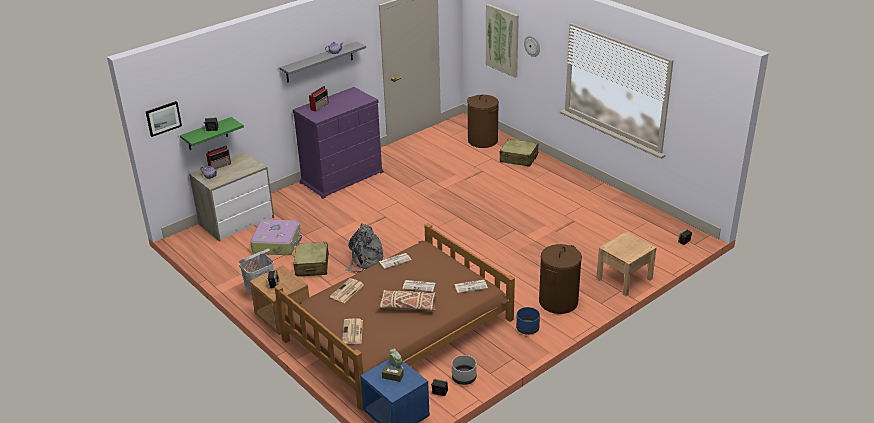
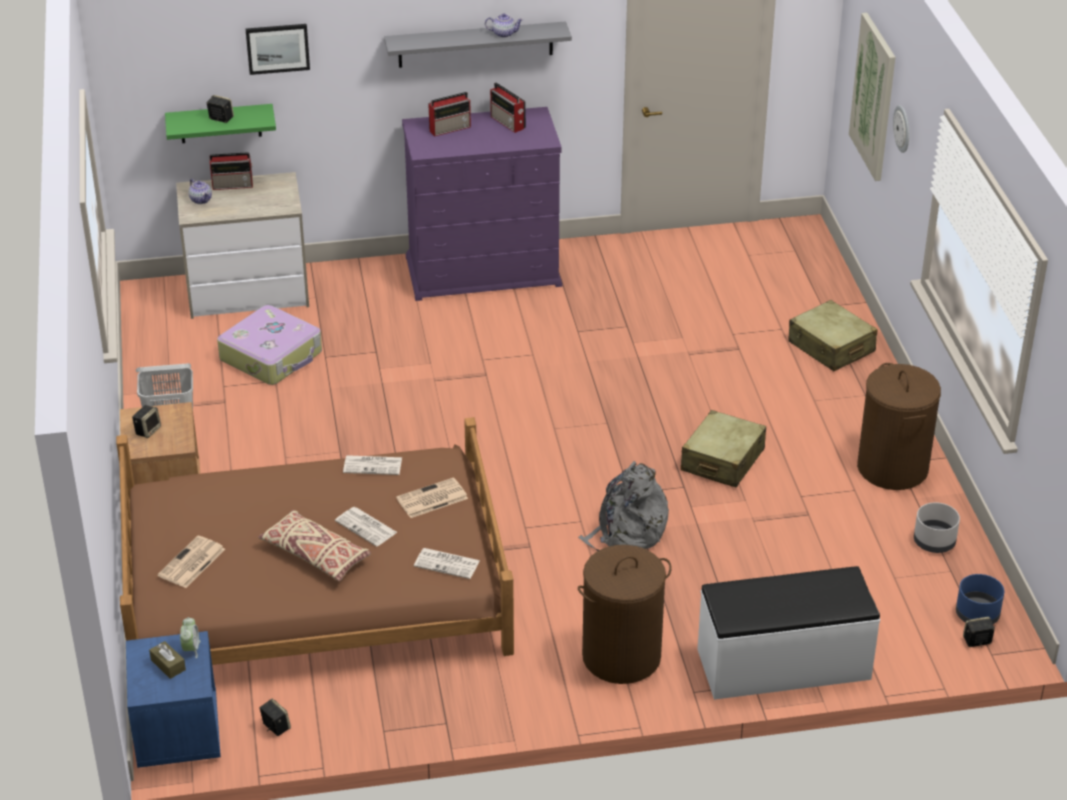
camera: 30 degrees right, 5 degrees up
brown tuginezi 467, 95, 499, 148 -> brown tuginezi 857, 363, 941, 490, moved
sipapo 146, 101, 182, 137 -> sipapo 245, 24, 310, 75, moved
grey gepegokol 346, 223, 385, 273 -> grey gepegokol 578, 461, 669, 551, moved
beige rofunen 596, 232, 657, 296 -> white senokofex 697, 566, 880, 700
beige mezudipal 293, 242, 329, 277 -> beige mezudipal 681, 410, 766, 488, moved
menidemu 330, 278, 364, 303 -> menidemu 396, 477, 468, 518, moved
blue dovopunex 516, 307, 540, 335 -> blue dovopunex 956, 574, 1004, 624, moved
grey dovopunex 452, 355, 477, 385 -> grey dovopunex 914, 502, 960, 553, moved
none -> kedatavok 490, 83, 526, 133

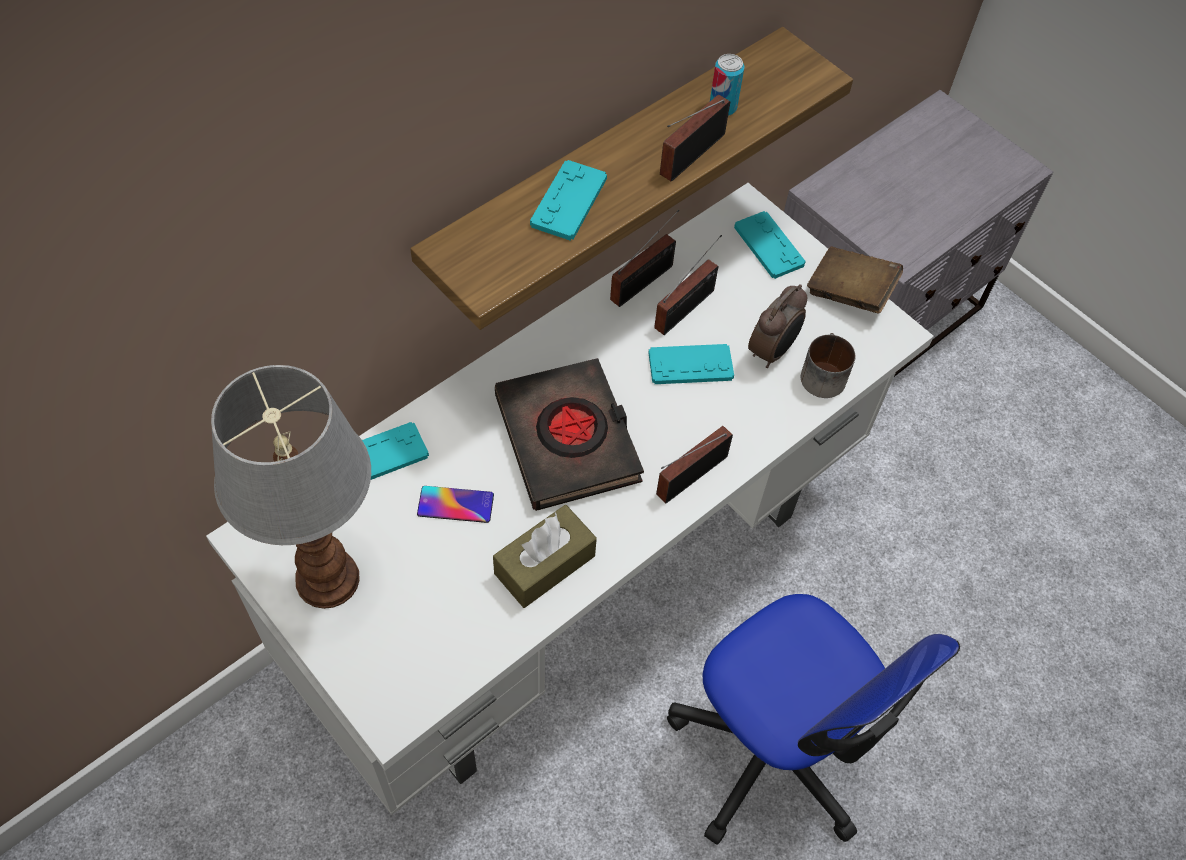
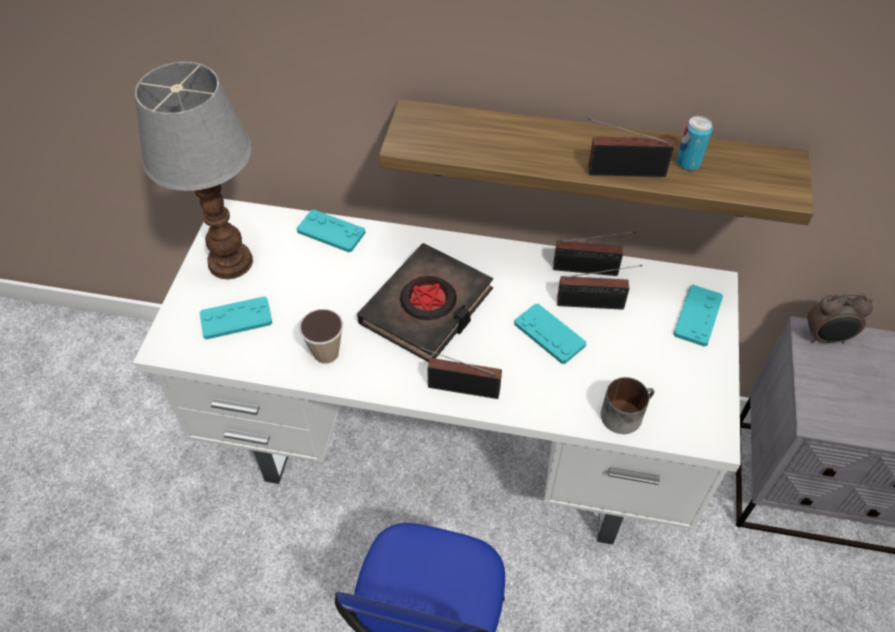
camera: 55 degrees right, 5 degrees down
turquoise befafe 530, 160, 607, 240 -> turquoise befafe 199, 296, 272, 339, moved
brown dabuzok 807, 246, 903, 314 -> none
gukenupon 748, 284, 807, 368 -> gukenupon 807, 293, 873, 343, moved
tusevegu 417, 486, 494, 523 -> none
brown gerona 493, 505, 597, 608 -> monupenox 299, 309, 343, 364

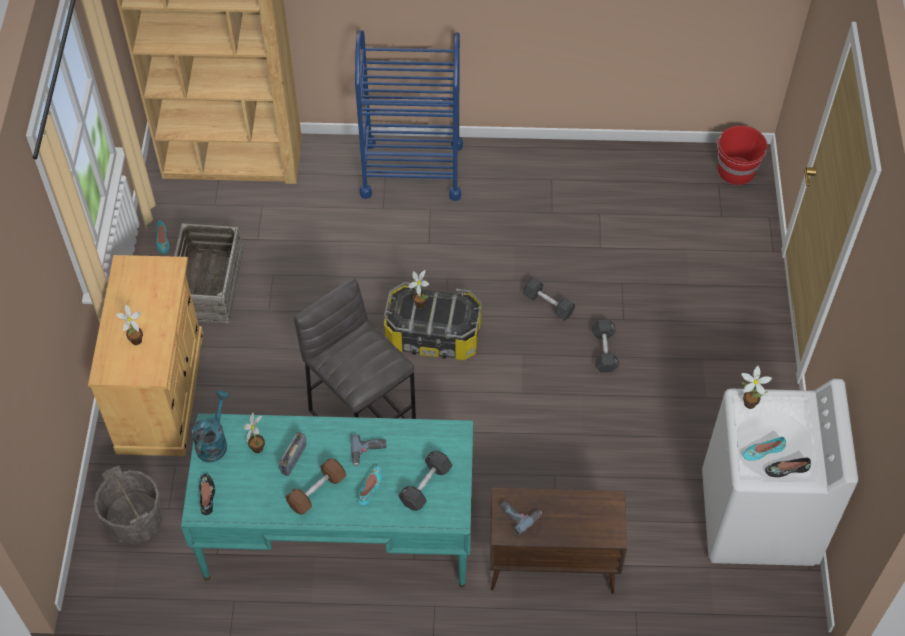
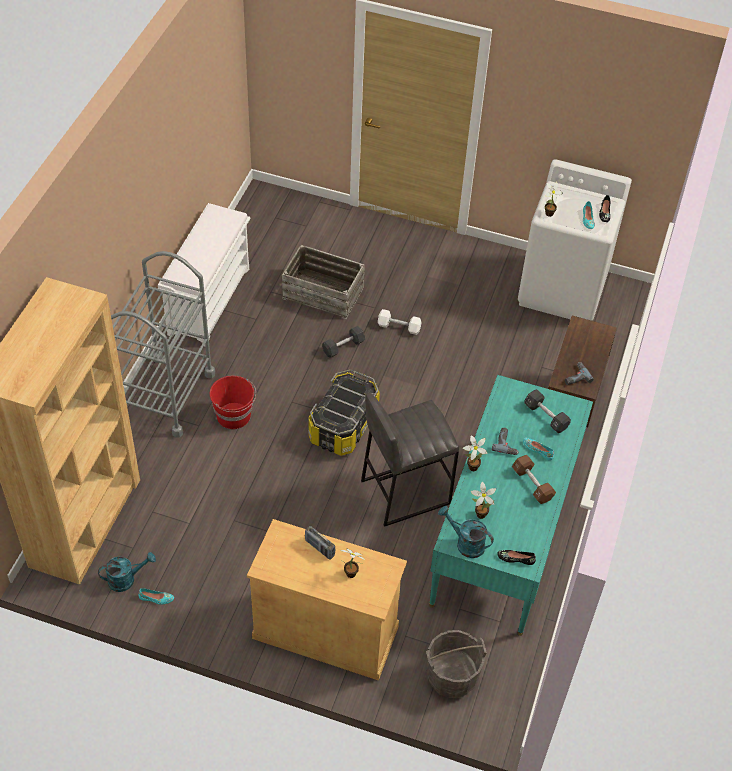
camera: 75 degrees left, 5 degrees down
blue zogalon 355, 30, 463, 201 -> grey zogalon 111, 251, 215, 438
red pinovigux 717, 125, 768, 185 -> red pinovigux 210, 376, 256, 429, moved
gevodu 174, 223, 243, 324 -> gevodu 282, 244, 365, 320, moved
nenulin 408, 270, 430, 308 -> nenulin 463, 436, 488, 471, moved
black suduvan 592, 320, 619, 372 -> white suduvan 378, 309, 422, 335
kedatavok 279, 432, 307, 476 -> kedatavok 305, 526, 335, 560, moved
none -> white senokofex 158, 203, 250, 346
none -> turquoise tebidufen 98, 552, 156, 592

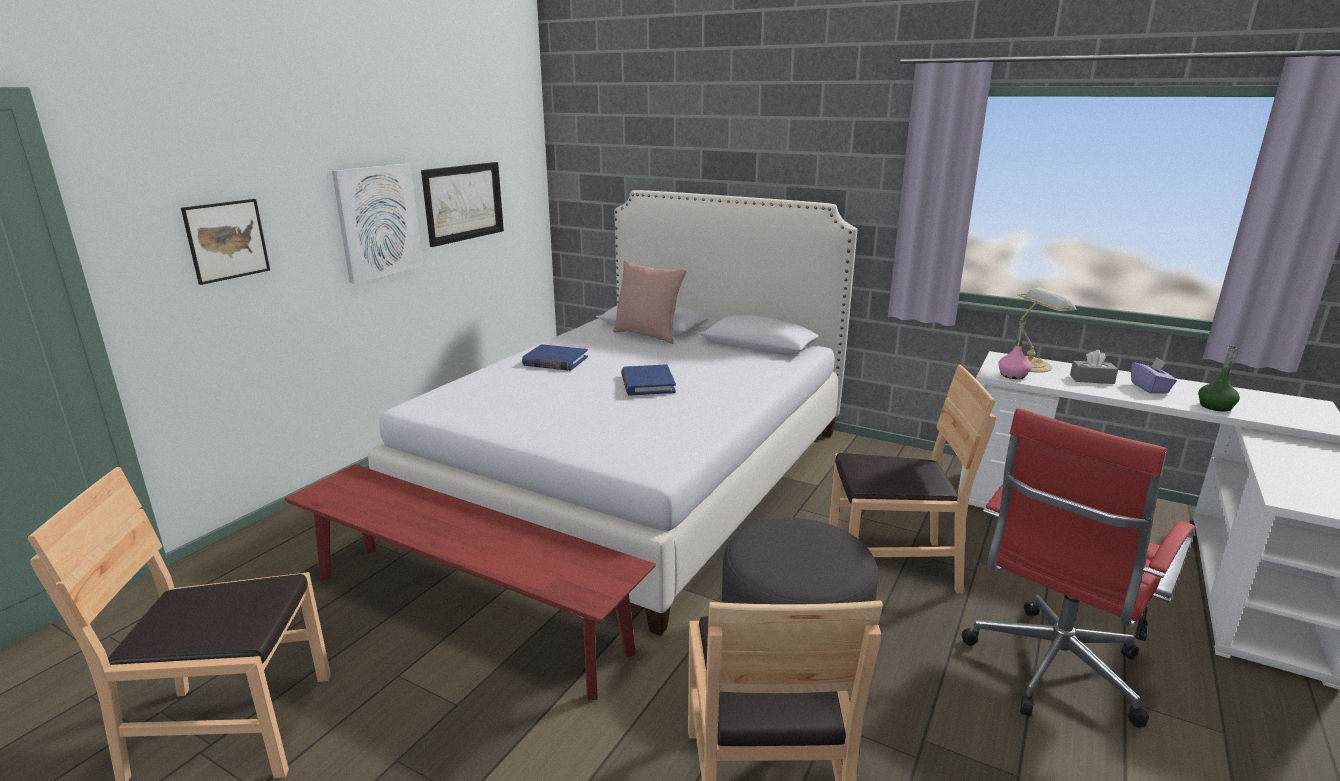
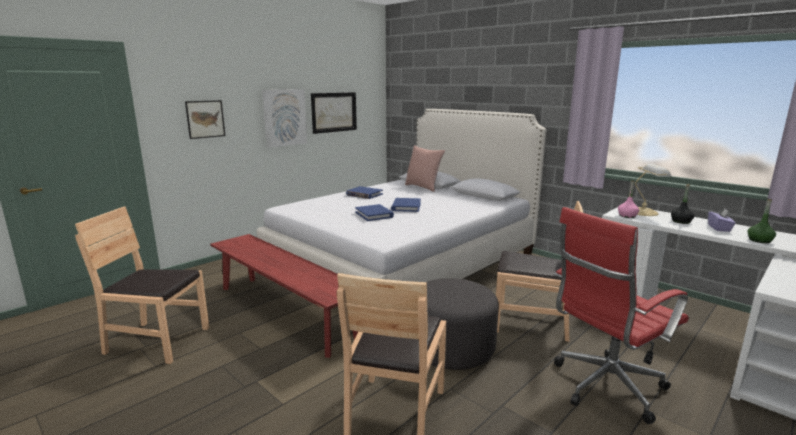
camera: 15 degrees right, 5 degrees down
grey gerona 1070, 350, 1118, 384 -> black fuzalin 671, 184, 694, 224
none -> blue dabuzok 355, 204, 394, 221

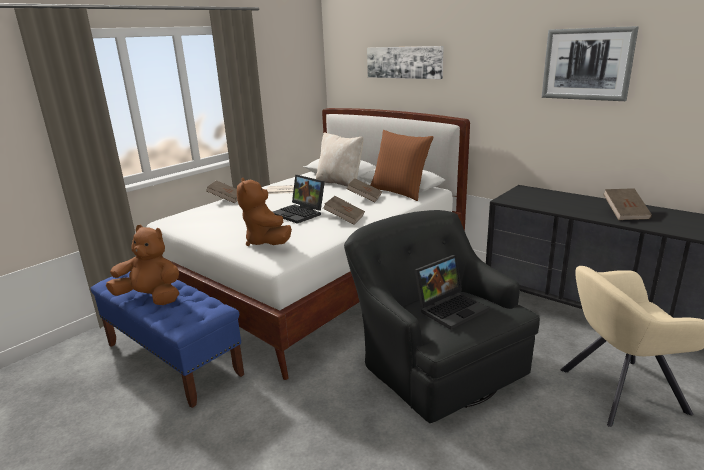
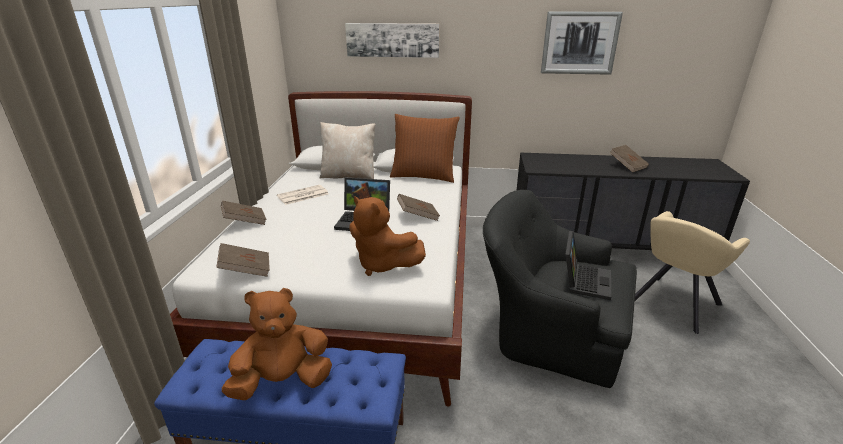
camera: 35 degrees left, 5 degrees up
brown dabuzok 346, 178, 382, 202 -> brown dabuzok 216, 243, 270, 277, moved

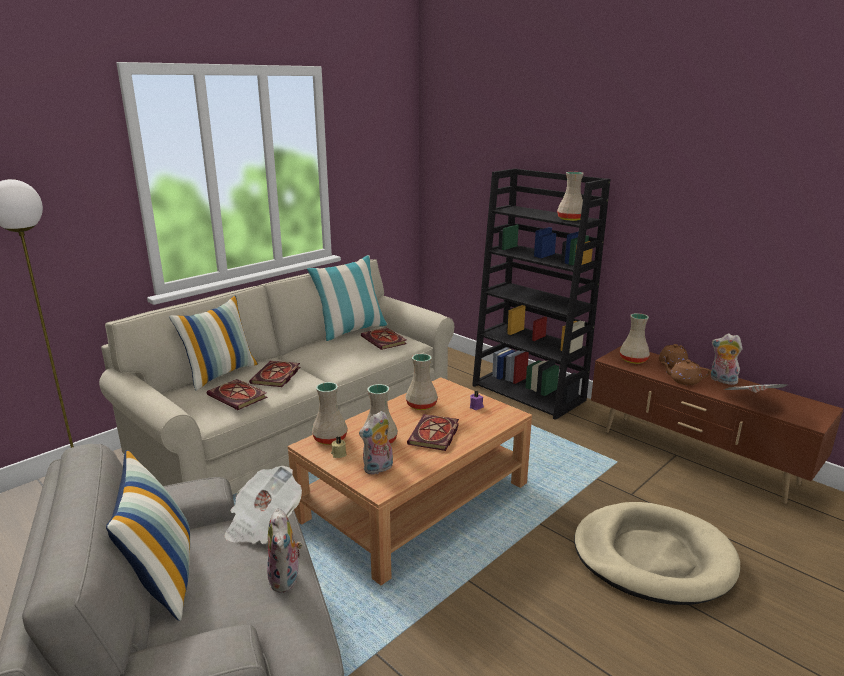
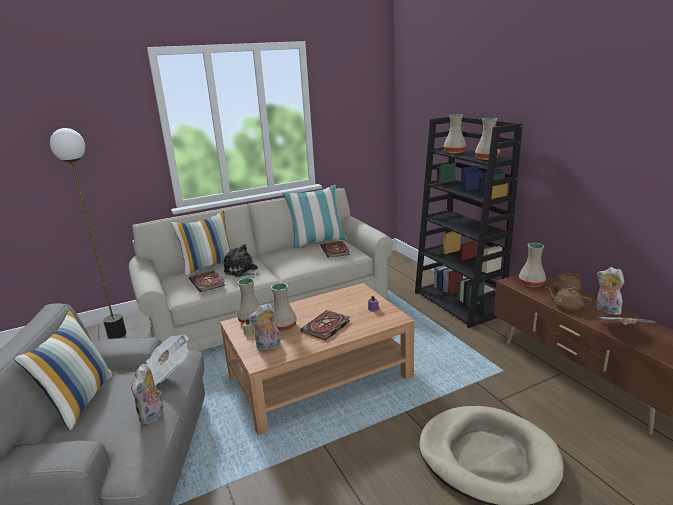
camera: 20 degrees right, 0 degrees up
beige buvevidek 405, 353, 438, 410 -> beige buvevidek 444, 114, 466, 153, moved
dabuzok 249, 361, 300, 387 -> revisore 224, 244, 260, 277

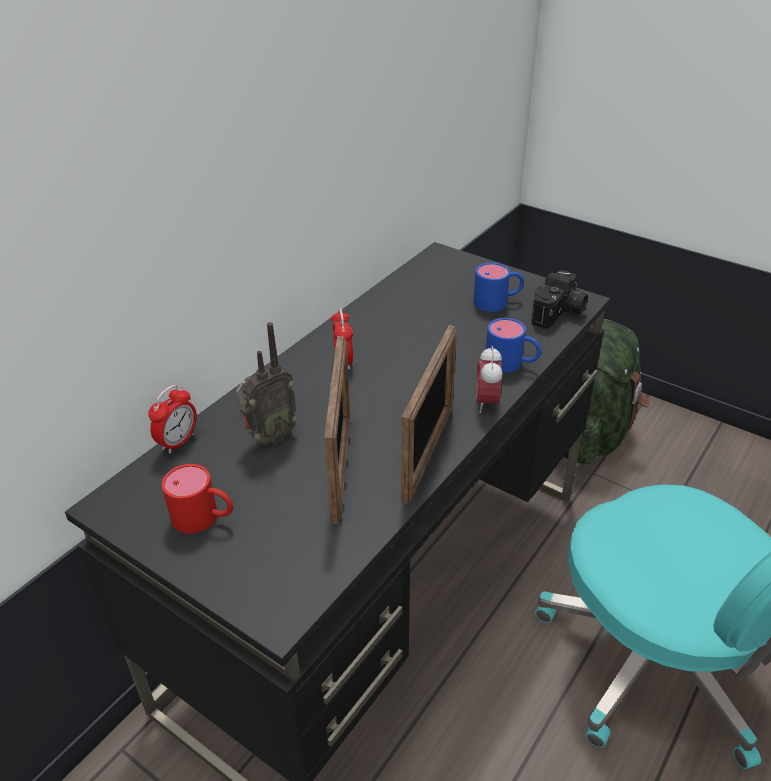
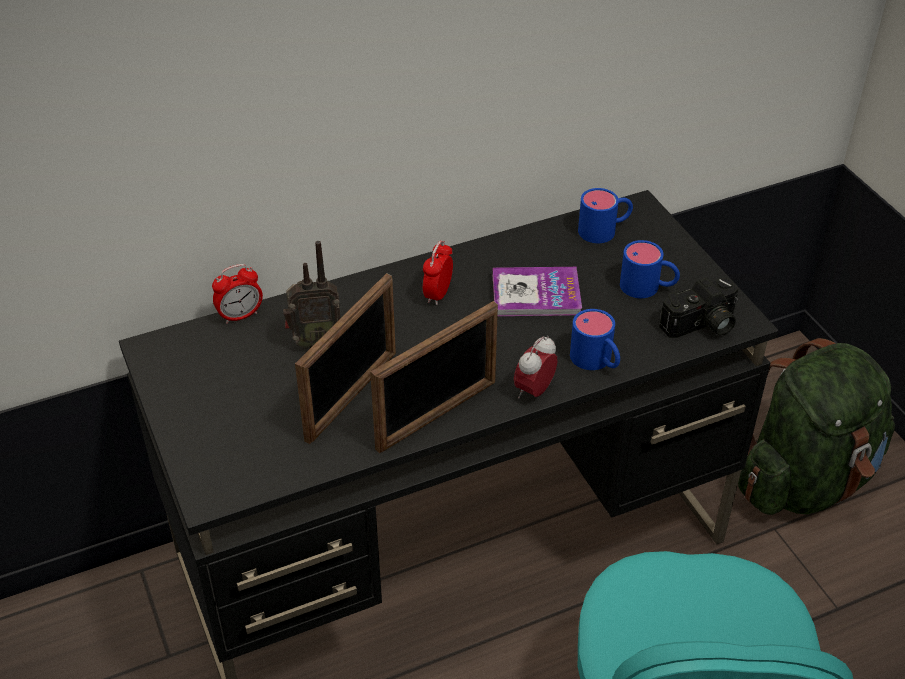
camera: 30 degrees right, 5 degrees up
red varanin 162, 464, 233, 534 -> none
none -> blue varanin 578, 188, 633, 243
none -> dabuzok 492, 267, 582, 316

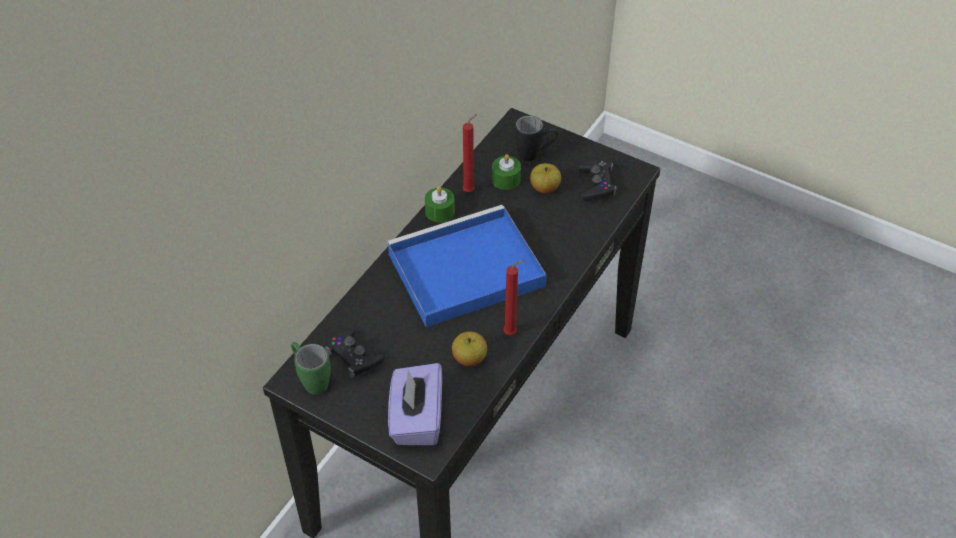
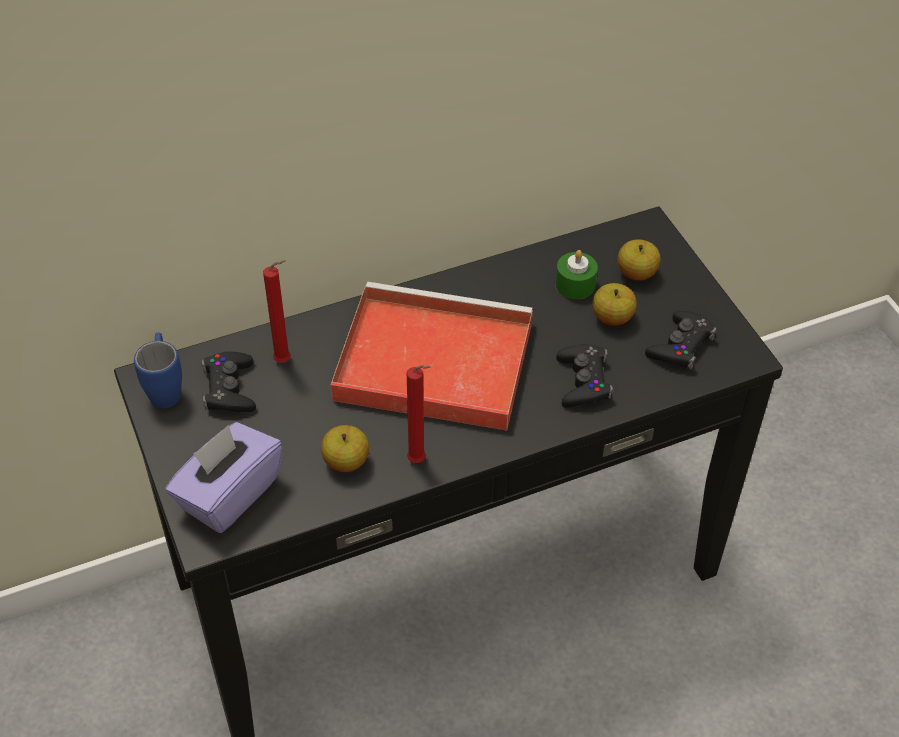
camera: 35 degrees right, 0 degrees up
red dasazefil 463, 114, 477, 192 -> red dasazefil 263, 260, 291, 363, moved
black varanin 515, 115, 558, 161 -> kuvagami 617, 239, 661, 281
green dasazefil 425, 186, 455, 223 -> none
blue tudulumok 387, 205, 547, 327 -> red tudulumok 330, 282, 533, 431
green varanin 291, 342, 331, 395 -> blue varanin 134, 333, 182, 408
none -> black befafe 556, 344, 613, 408

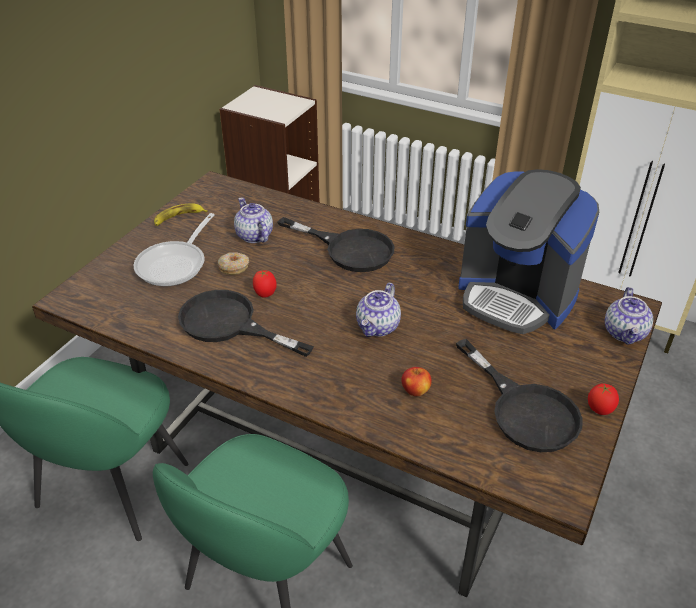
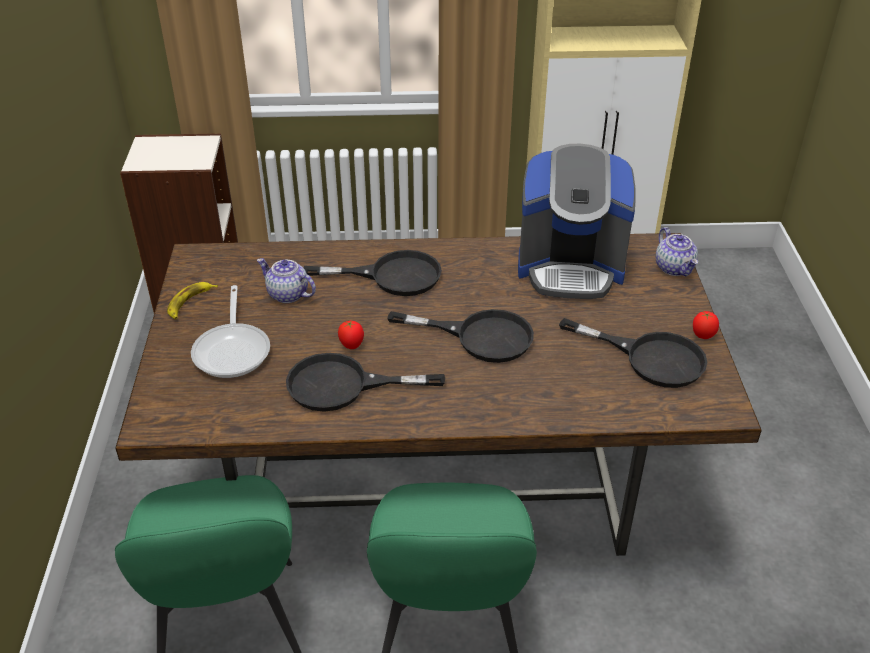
camera: 30 degrees left, 0 degrees up
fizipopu 217, 252, 249, 275 -> none
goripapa 356, 283, 401, 337 -> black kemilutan 387, 309, 534, 363
kuvagami 401, 367, 432, 396 -> none

